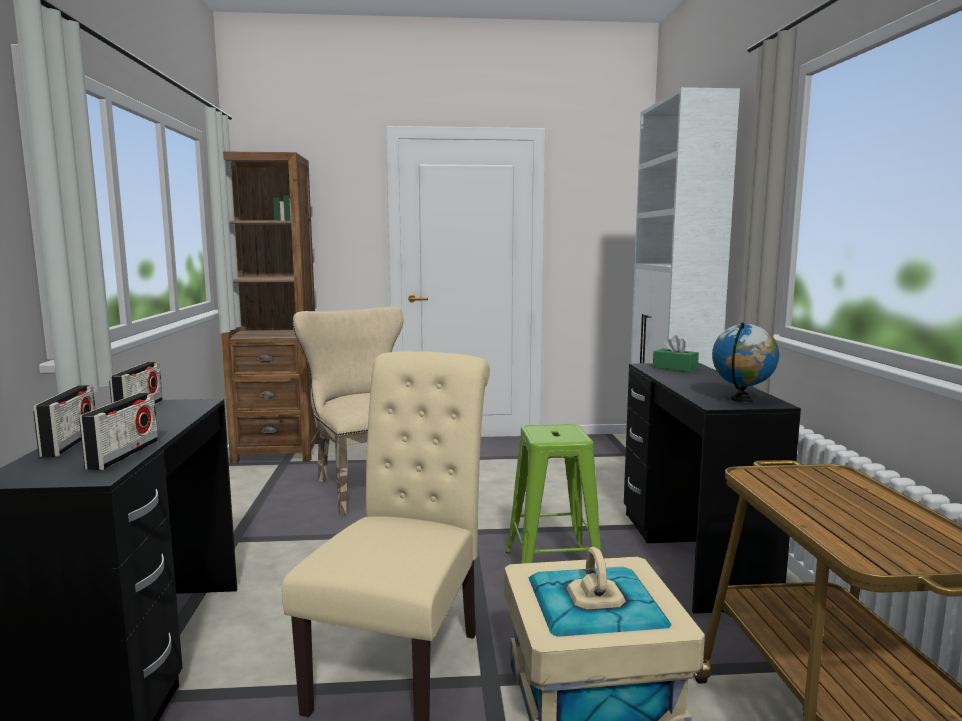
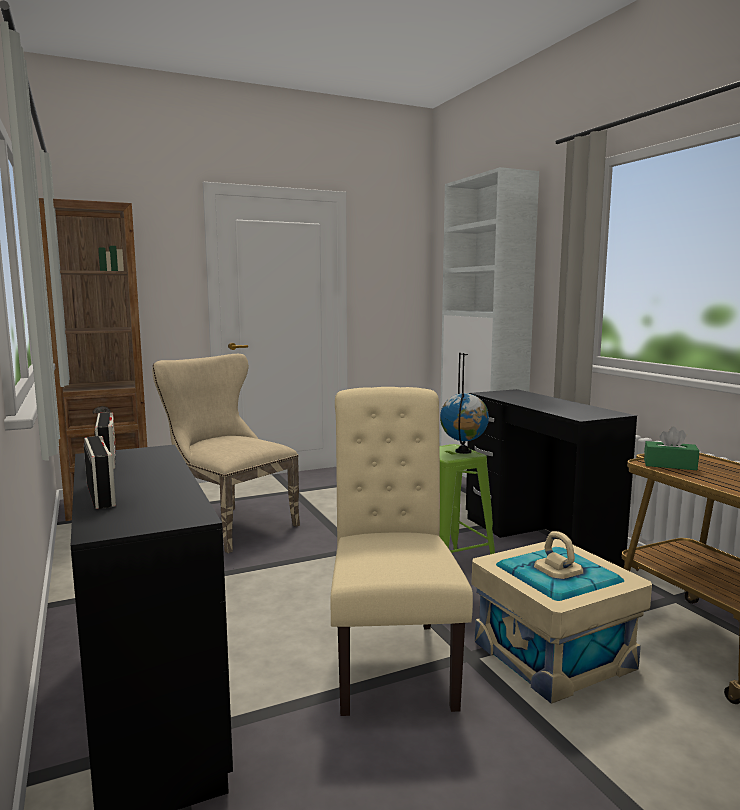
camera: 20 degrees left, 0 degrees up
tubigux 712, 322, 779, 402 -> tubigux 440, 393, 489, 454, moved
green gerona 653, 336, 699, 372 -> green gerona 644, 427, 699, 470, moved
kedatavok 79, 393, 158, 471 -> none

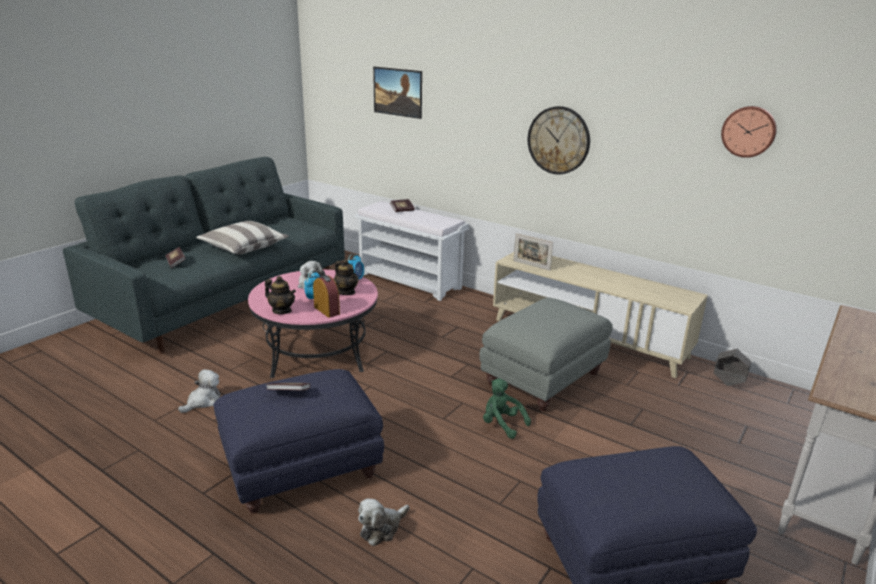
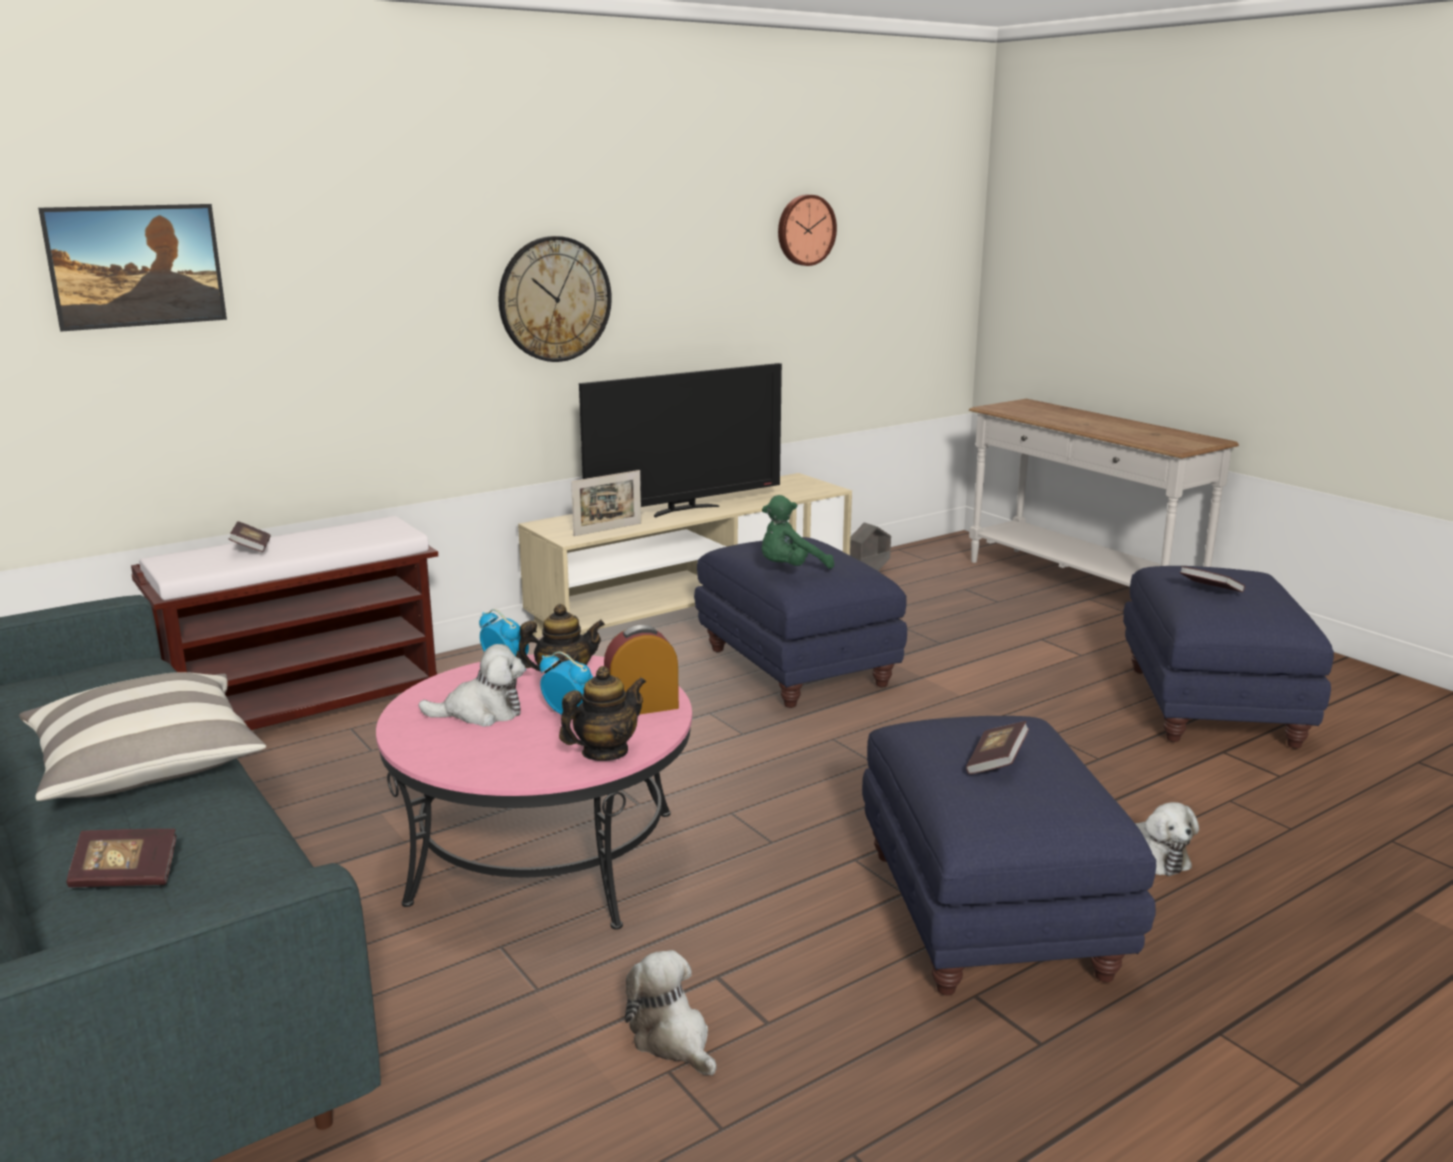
camera: 70 degrees left, 5 degrees down
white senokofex 354, 201, 469, 301 -> brown senokofex 131, 516, 438, 730
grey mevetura 479, 298, 613, 411 -> blue mevetura 694, 537, 907, 708
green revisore 483, 379, 531, 439 -> green revisore 761, 495, 834, 569, moved
none -> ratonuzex 579, 363, 782, 518
none -> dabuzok 1180, 566, 1245, 592

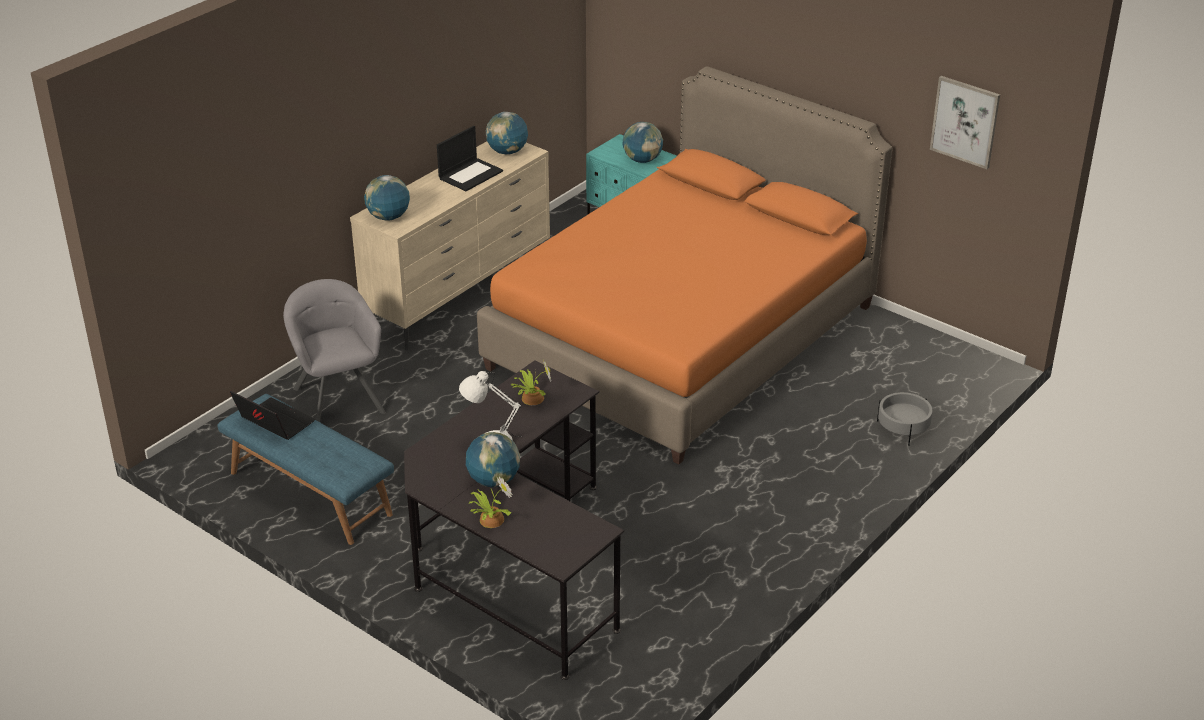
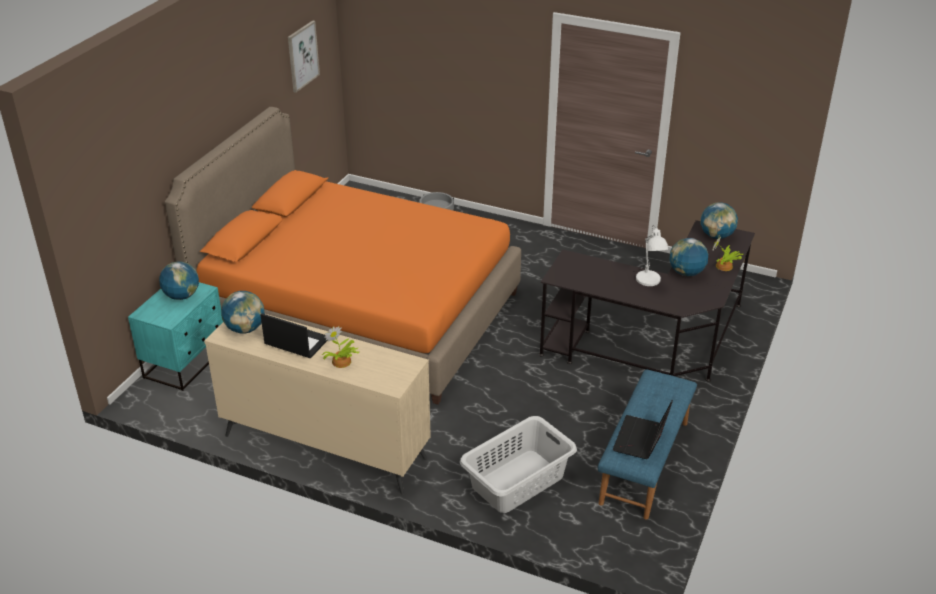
camera: 105 degrees left, 0 degrees up
tubigux 364, 175, 410, 221 -> tubigux 701, 202, 738, 239, moved
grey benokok 283, 279, 386, 422 -> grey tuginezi 460, 416, 577, 513
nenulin 511, 361, 551, 405 -> nenulin 322, 326, 360, 368, moved

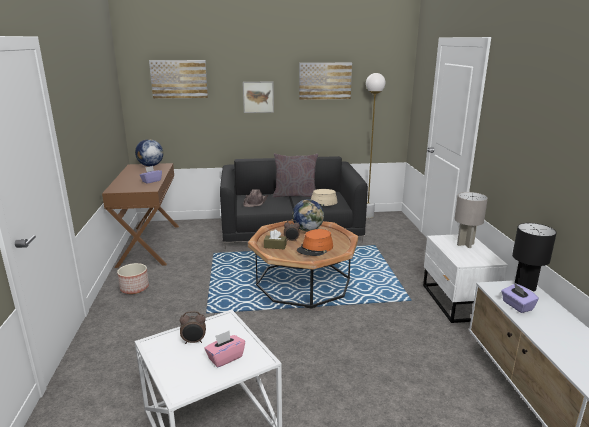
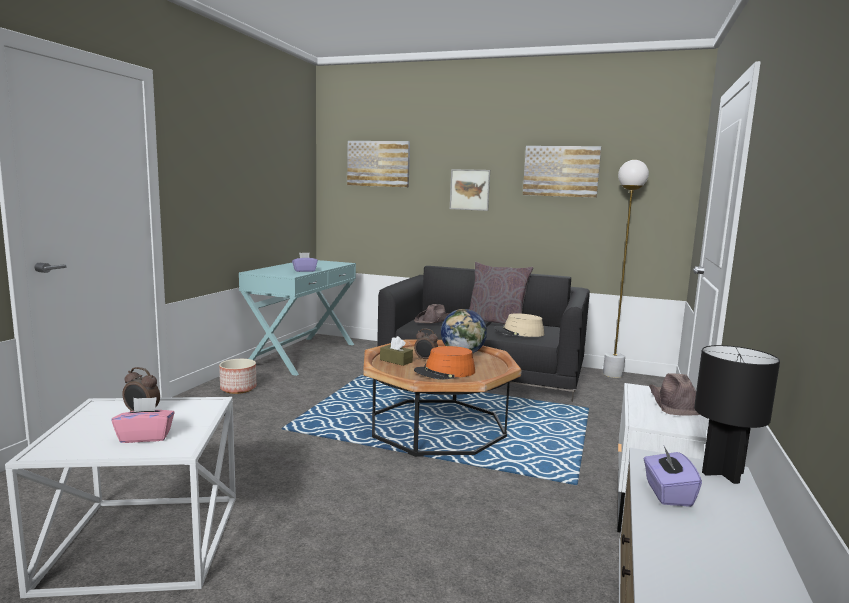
camera: 25 degrees right, 10 degrees down
tubigux 135, 139, 163, 166 -> none
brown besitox 102, 163, 179, 268 -> turquoise besitox 239, 260, 356, 376
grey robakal 454, 192, 488, 248 -> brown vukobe 649, 373, 700, 416

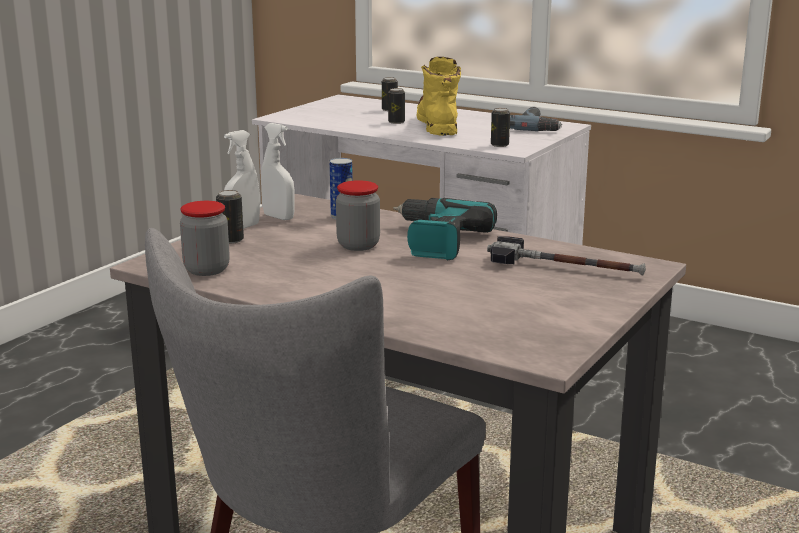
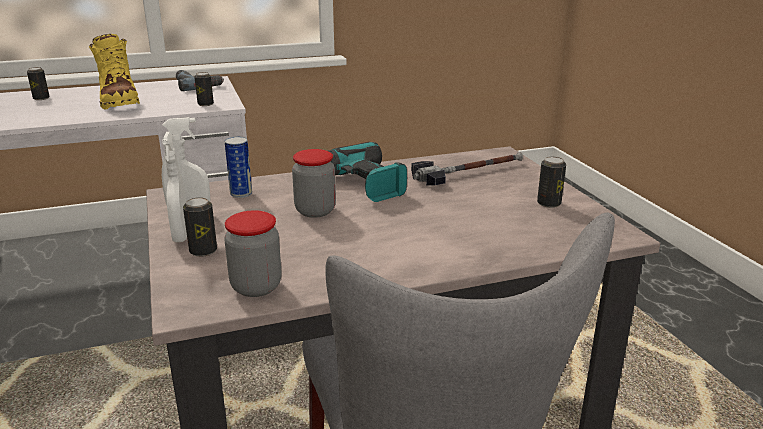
camera: 50 degrees left, 5 degrees up
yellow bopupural 417, 57, 461, 136 -> yellow bopupural 89, 34, 140, 110, 150 degrees counterclockwise
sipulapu 388, 88, 405, 124 -> sipulapu 537, 156, 566, 208, moved

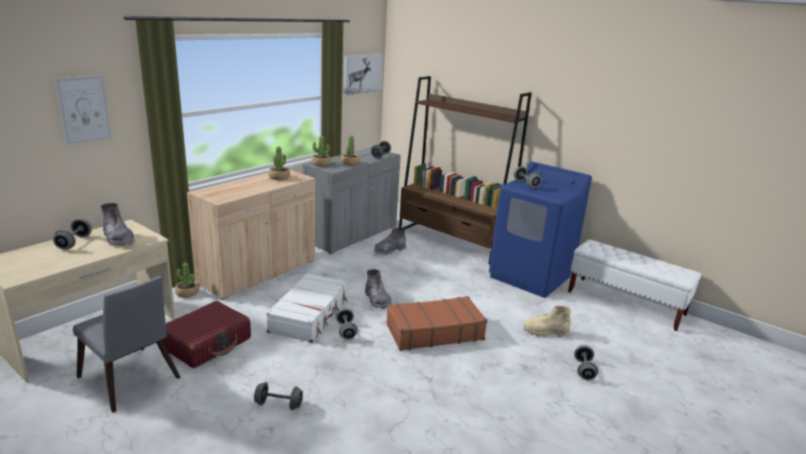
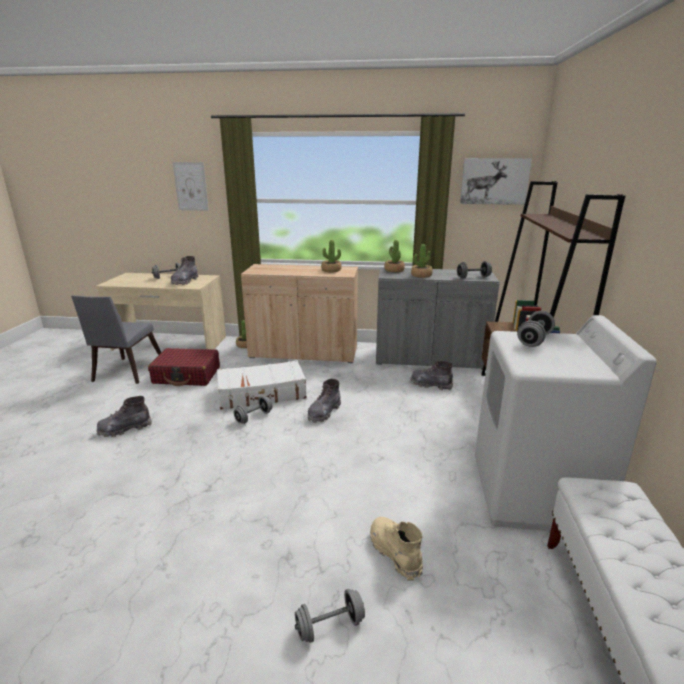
camera: 60 degrees right, 0 degrees up
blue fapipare 489, 162, 592, 298 -> white fapipare 475, 315, 657, 531
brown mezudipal 386, 296, 488, 351 -> none
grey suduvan 254, 382, 303, 410 -> grey bopupural 96, 396, 152, 437

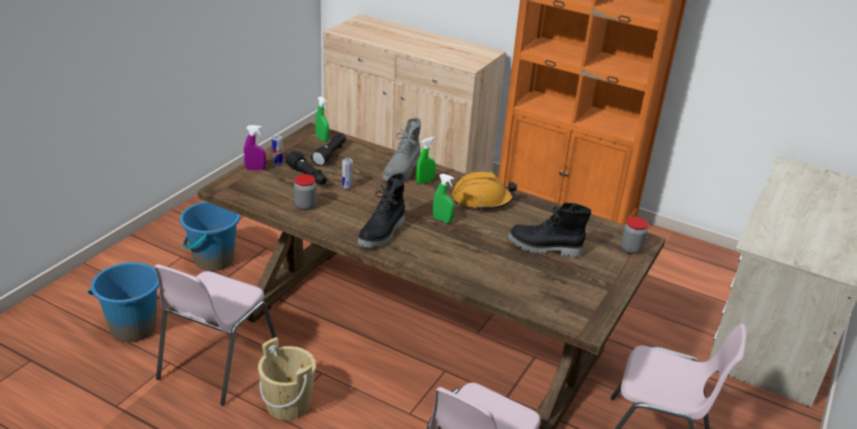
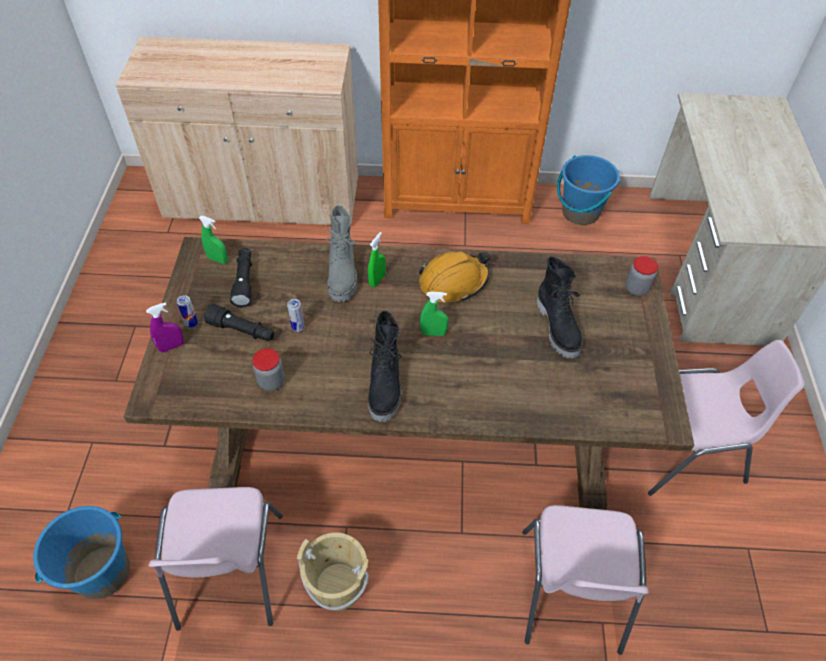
camera: 25 degrees left, 20 degrees up
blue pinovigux 180, 202, 240, 271 -> blue pinovigux 557, 155, 620, 225, moved
black bopupural 508, 203, 591, 258 -> black bopupural 536, 257, 583, 359, 90 degrees counterclockwise

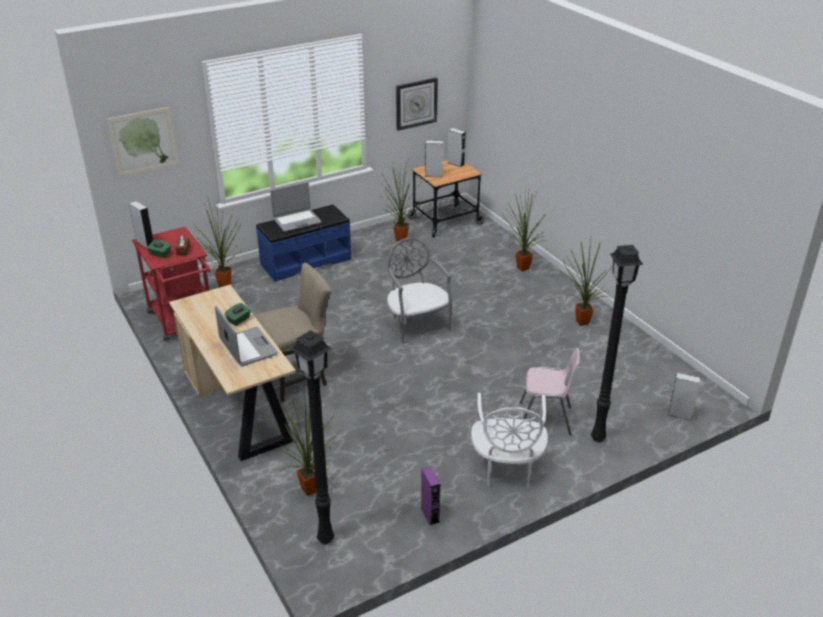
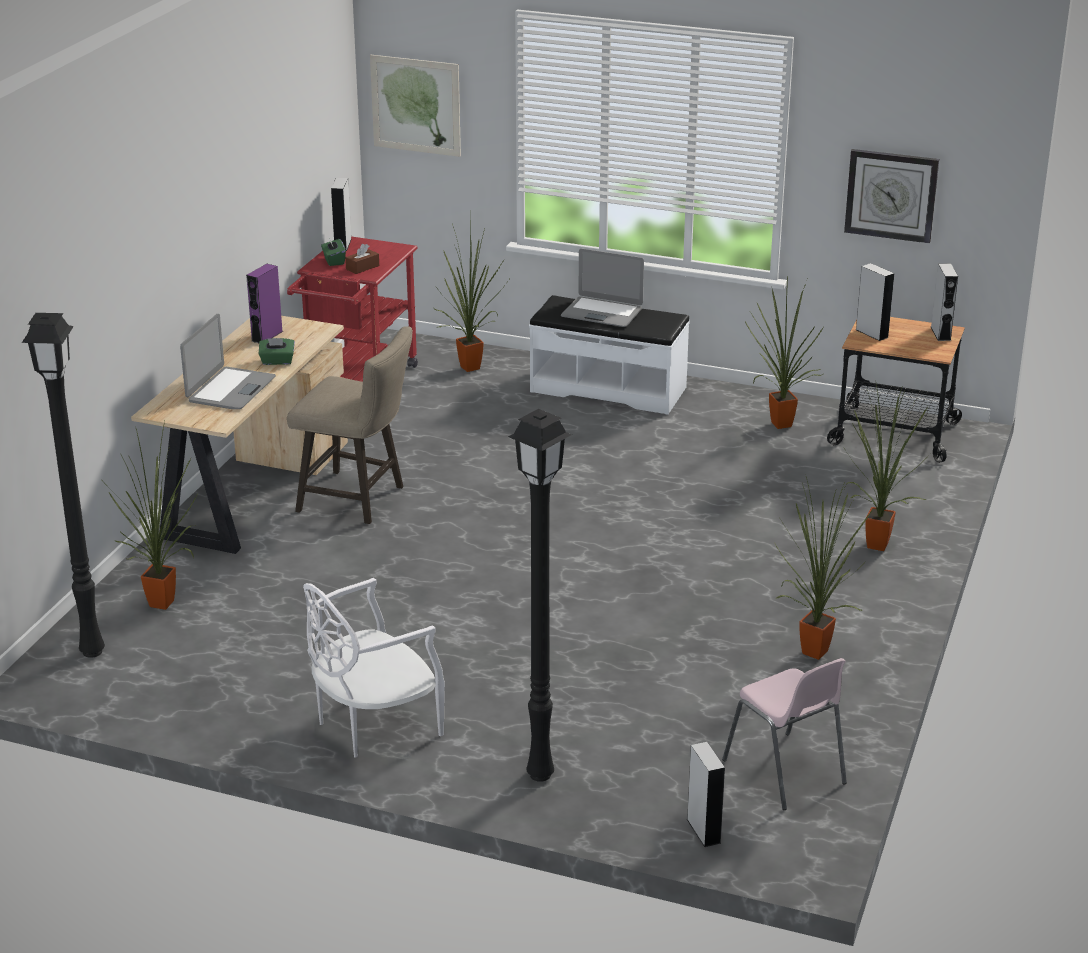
camera: 50 degrees right, 5 degrees down
blue senokofex 256, 205, 351, 282 -> white senokofex 529, 295, 690, 415
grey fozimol 387, 238, 452, 344 -> none
pink fozimol 520, 348, 580, 435 -> pink fozimol 722, 658, 847, 810, moved
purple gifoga 421, 466, 440, 526 -> purple gifoga 246, 264, 283, 343, moved

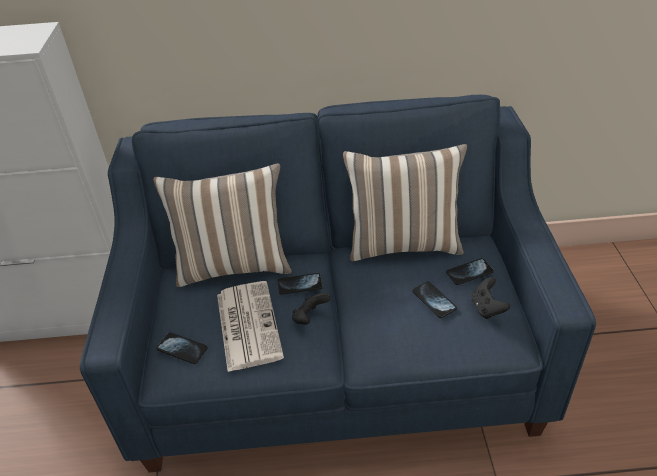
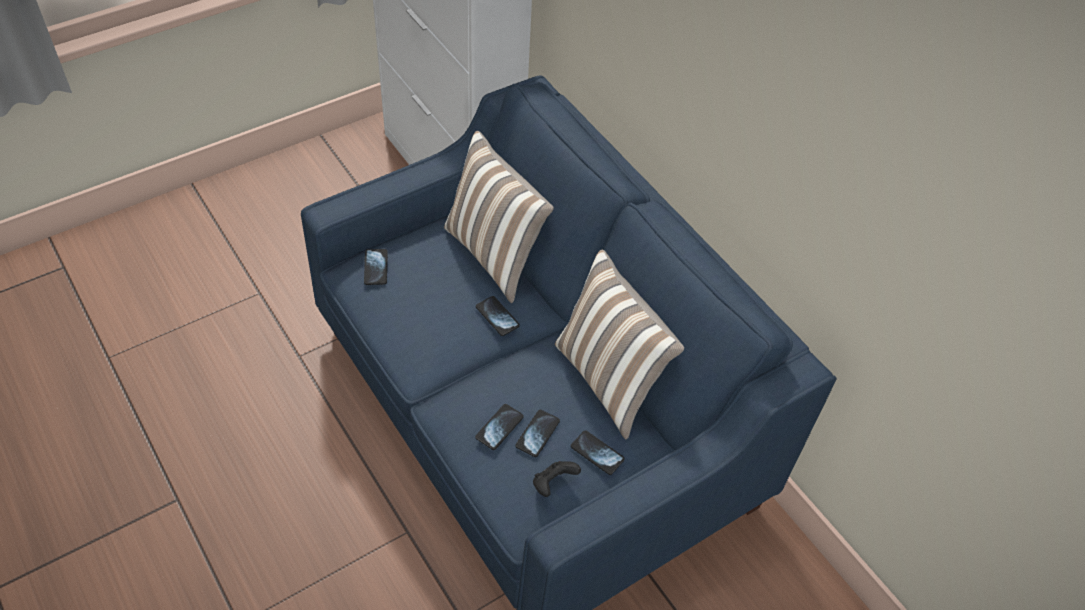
camera: 55 degrees right, 10 degrees up
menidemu 217, 281, 284, 372 -> none
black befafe 292, 293, 331, 325 -> none
none -> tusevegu 475, 404, 524, 450

